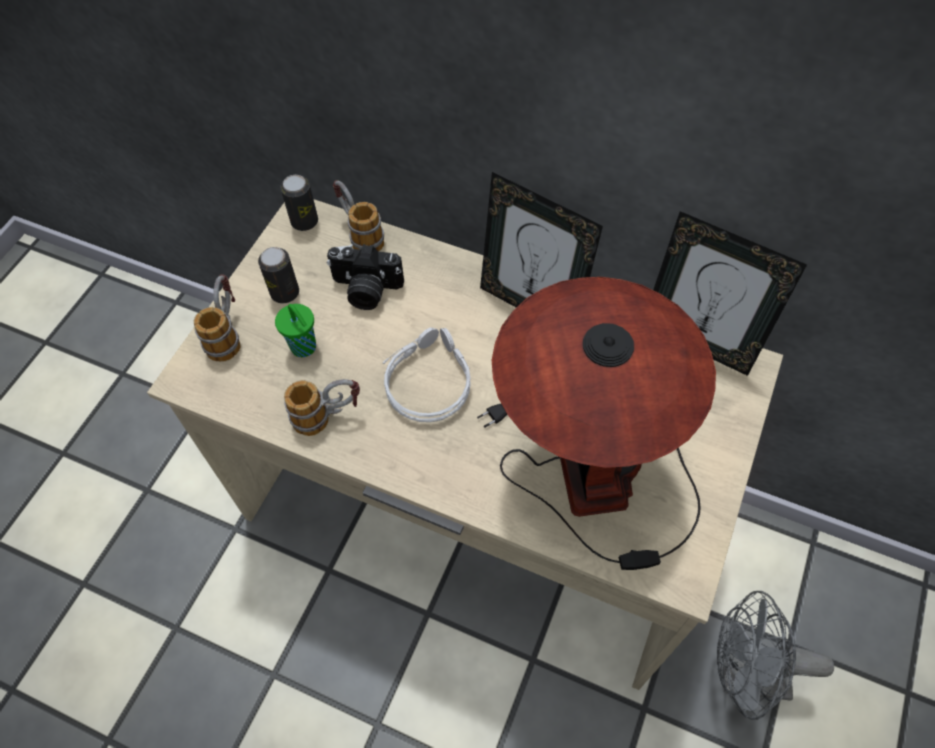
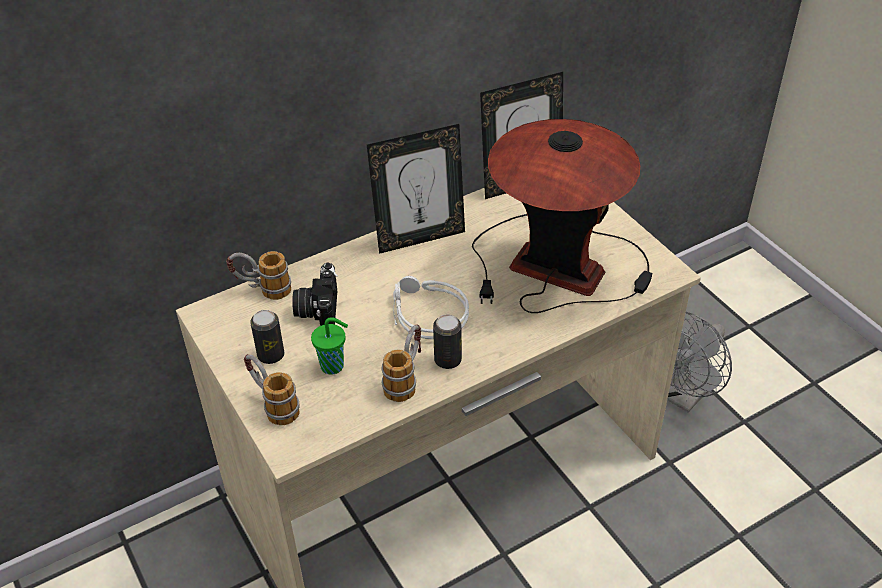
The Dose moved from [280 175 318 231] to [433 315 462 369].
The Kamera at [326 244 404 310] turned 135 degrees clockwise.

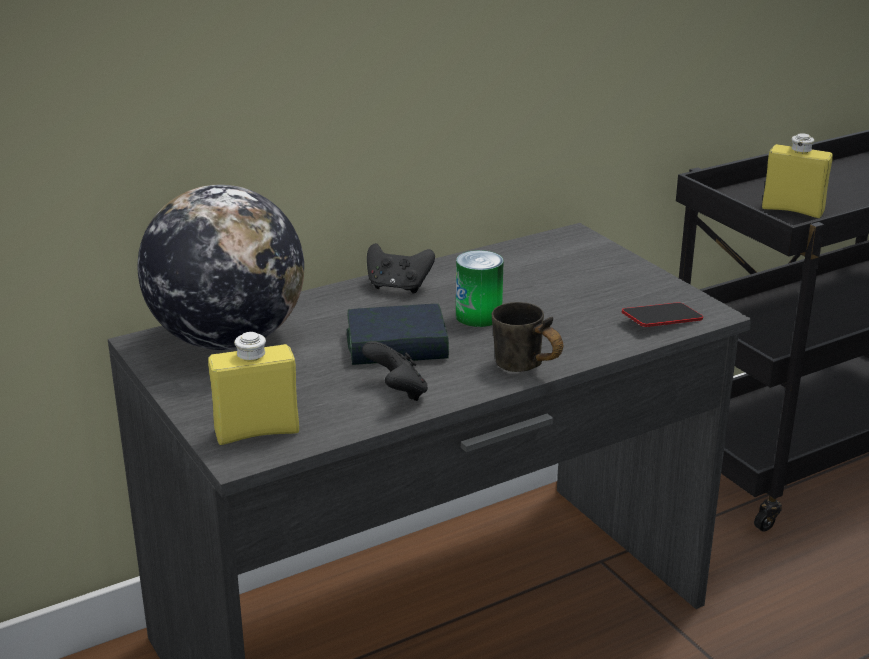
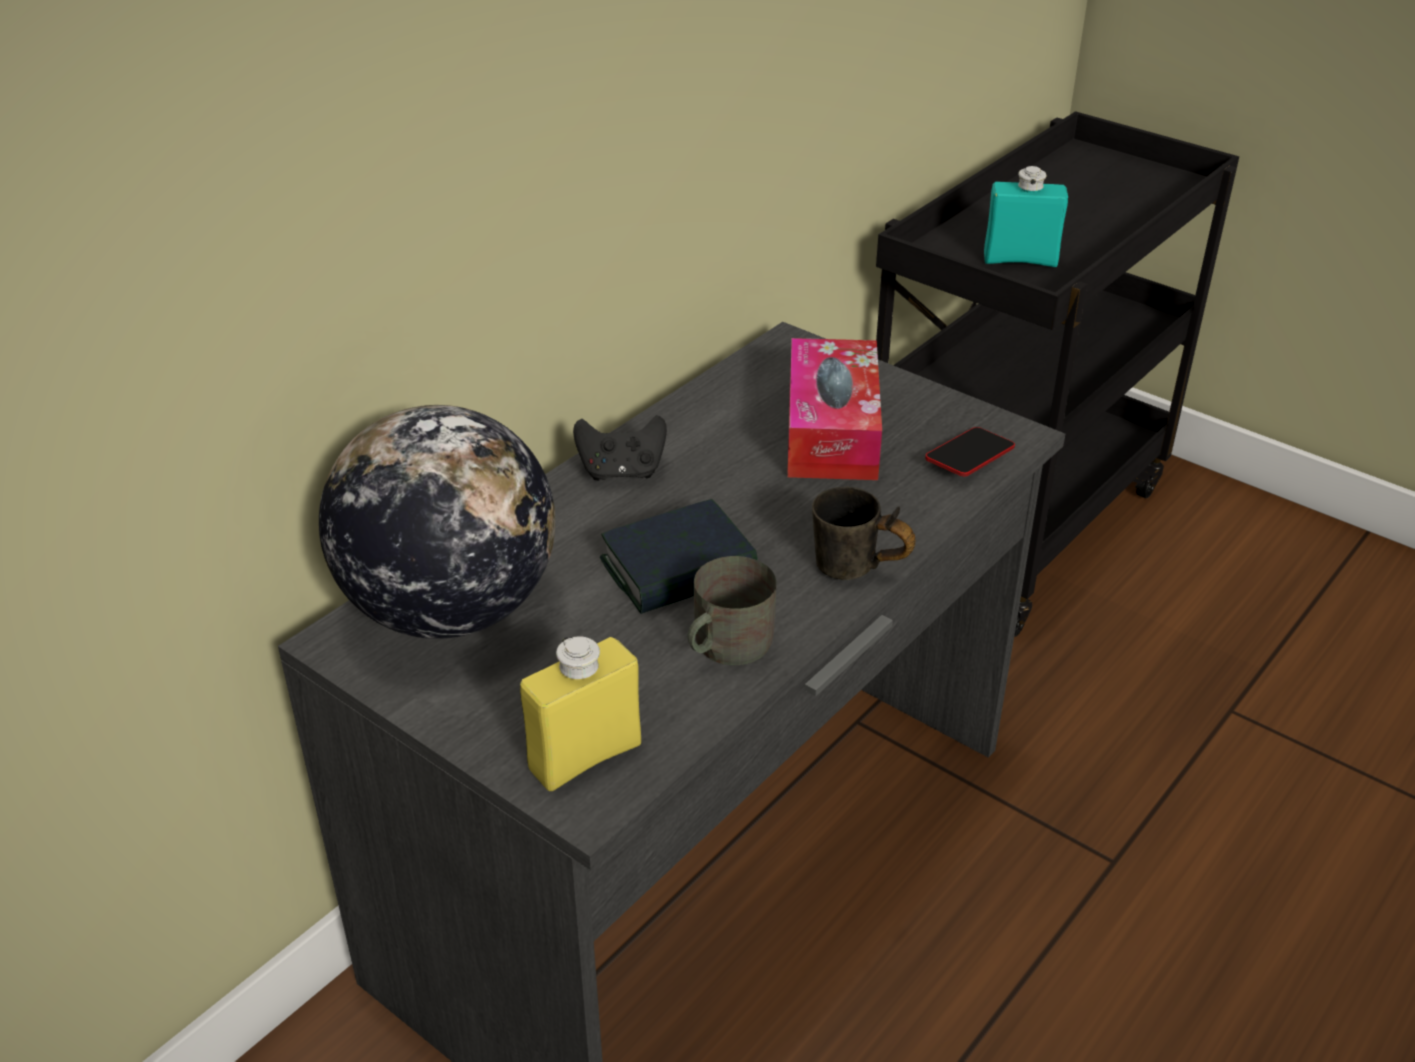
The Flasche (gelb) at [762 133 833 218] became the Flasche (türkis) at [984 166 1068 267].
The Dose at [456 250 504 327] disappeared.
The Gamepad (schwarz) at [362 341 428 401] was replaced by the Henkelbecher (grau) at [688 556 776 665].
The Taschentuchbox at [787 338 882 480] appeared.

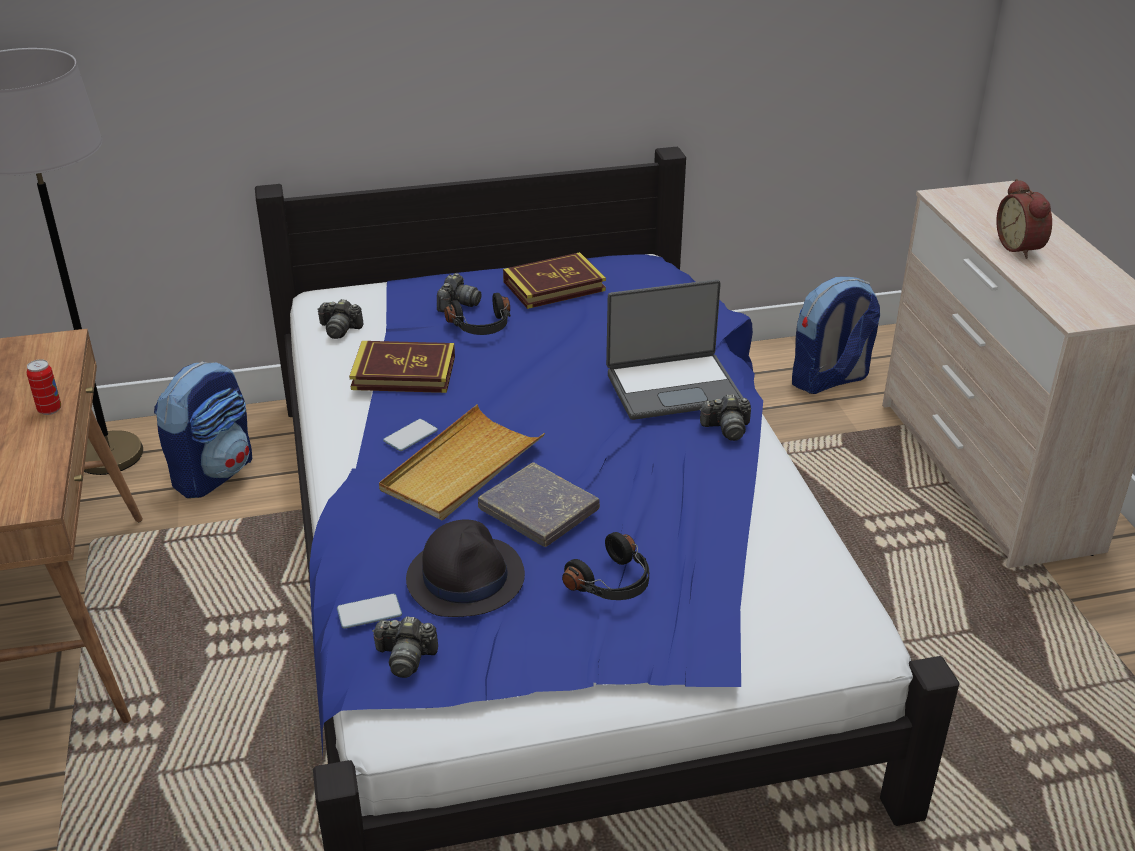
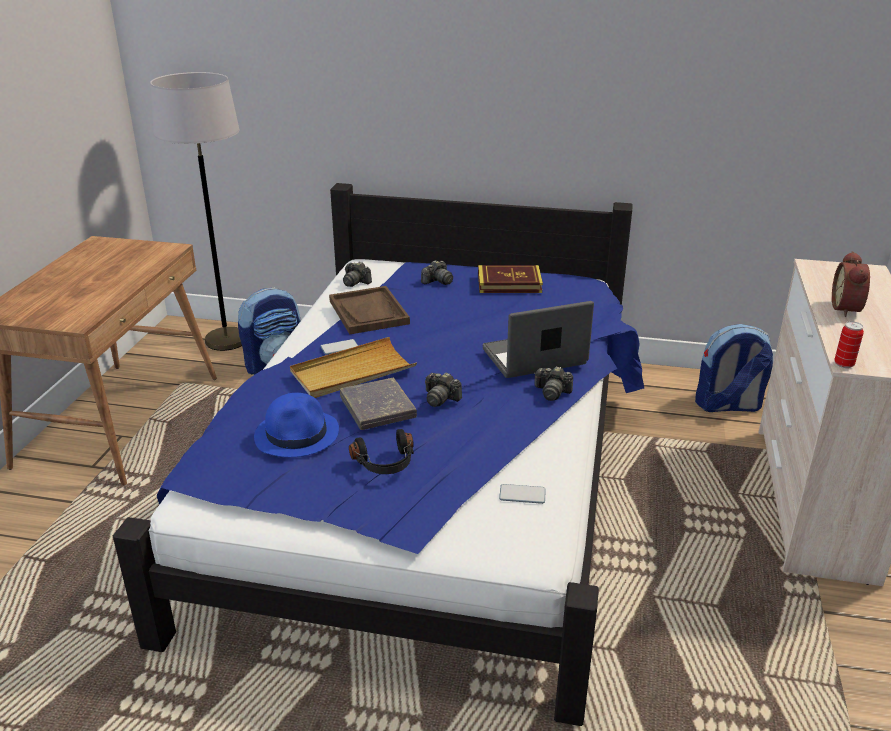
The Laptop at [606 279 743 420] turned 150 degrees clockwise.
The Kopfhörer (schwarz) at [444 293 511 335] disappeared.
The Buch at [349 341 455 393] was replaced by the Tablett (braun) at [329 286 410 334].
The Dose moved from [27 359 61 415] to [834 321 864 368].
The Hut (schwarz) at [406 520 525 617] became the Hut (blau) at [254 393 339 457].
The Handy moved from [337 594 402 629] to [499 484 546 504].
The Kamera moved from [372 616 438 678] to [425 373 462 407].

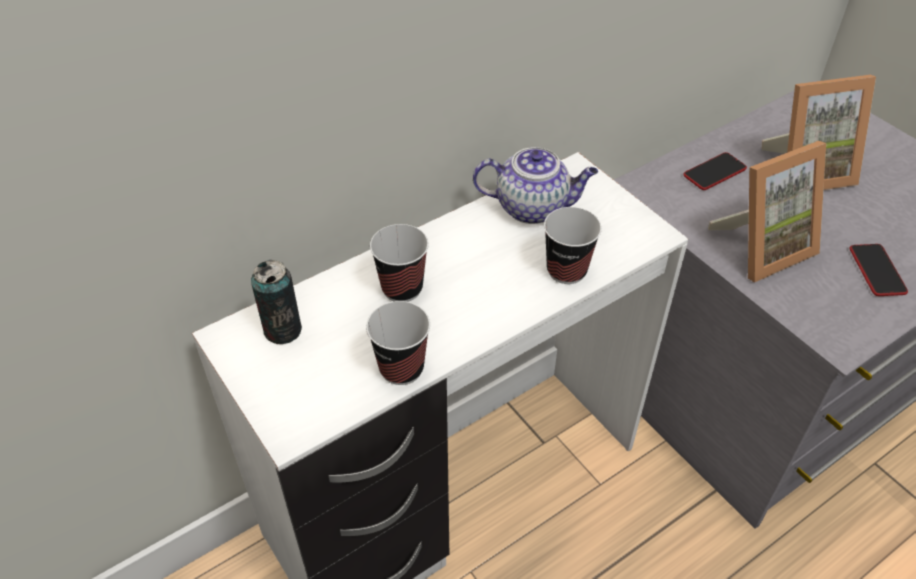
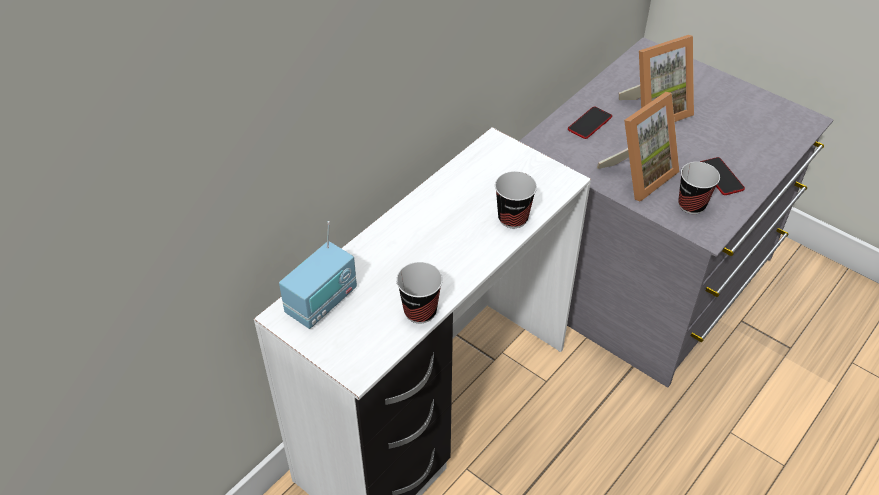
The Teekanne at [473 147 598 224] disappeared.
The Tasse moved from [370 224 429 302] to [678 162 720 214].
The Dose at [251 260 302 344] was replaced by the Radio at [279 221 357 329].

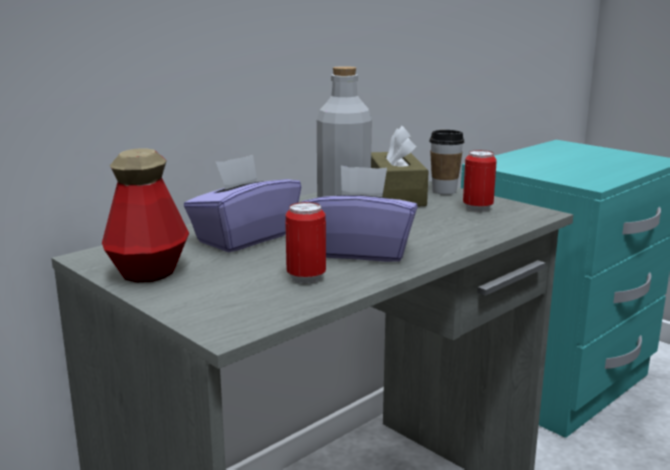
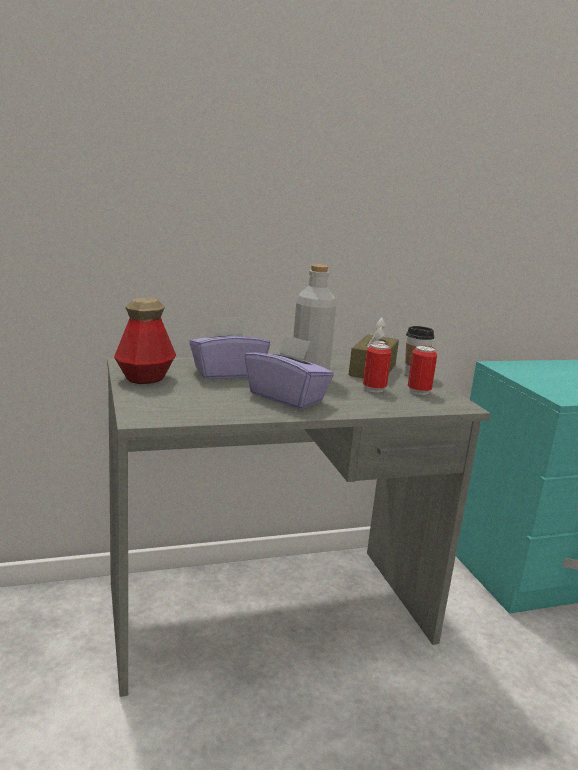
The Dose moved from [285 202 326 284] to [363 343 391 393].

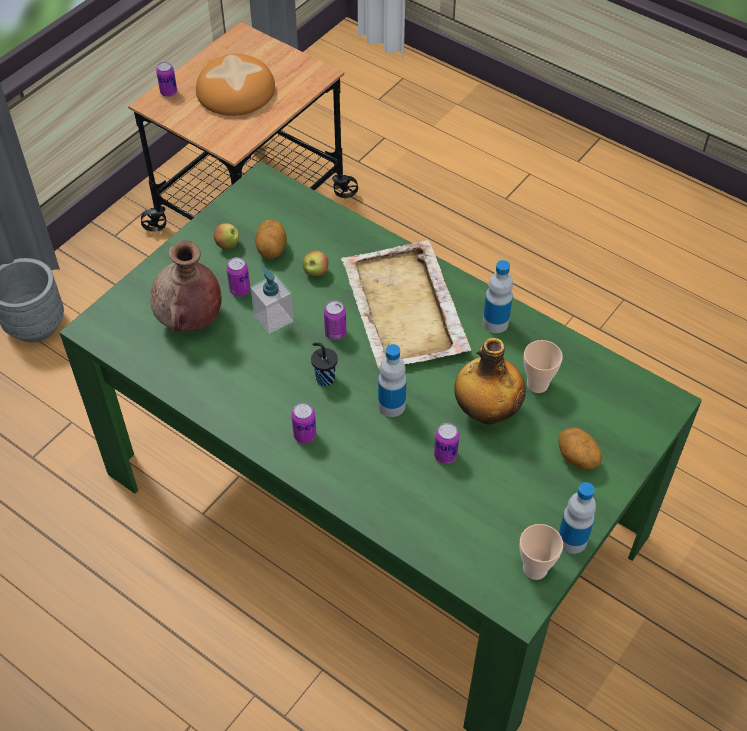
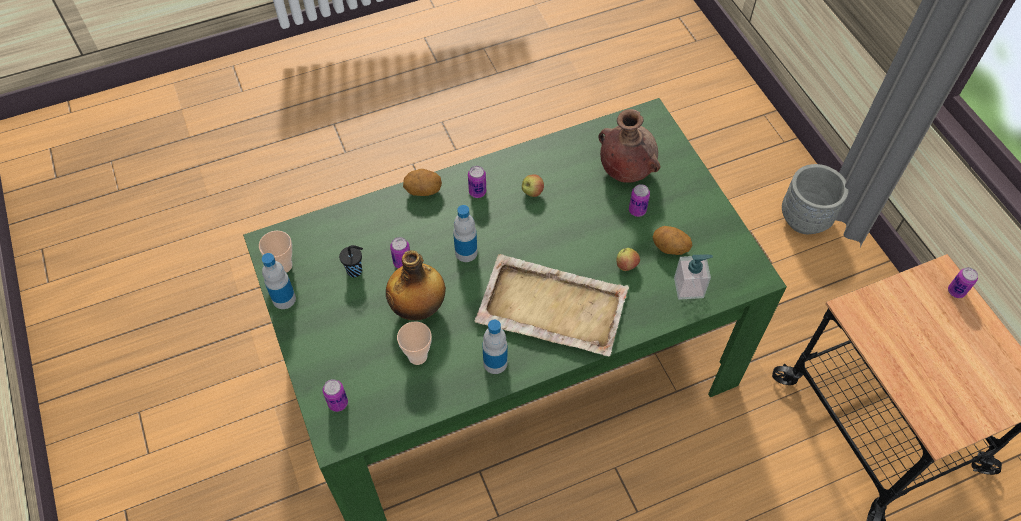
The Brot at [196 54 275 116] disappeared.
The Apfel moved from [214 223 239 250] to [522 174 544 197].
The Seifenspender moved from [250 265 294 334] to [674 254 713 300].
The Dose moved from [324 300 346 340] to [323 379 348 412].
The Tasse (schwarz) moved from [311 343 338 386] to [339 245 363 277].
The Kartoffel moved from [558 427 602 470] to [403 169 442 196].

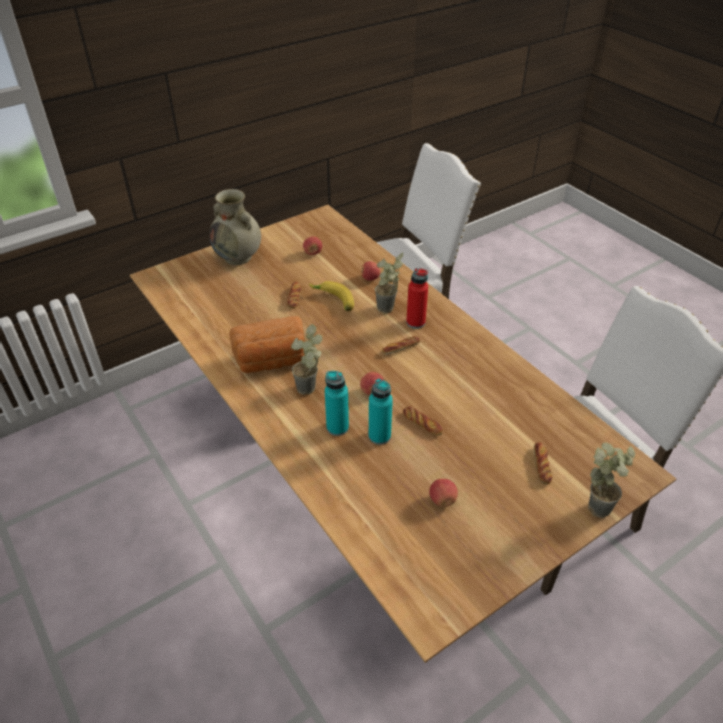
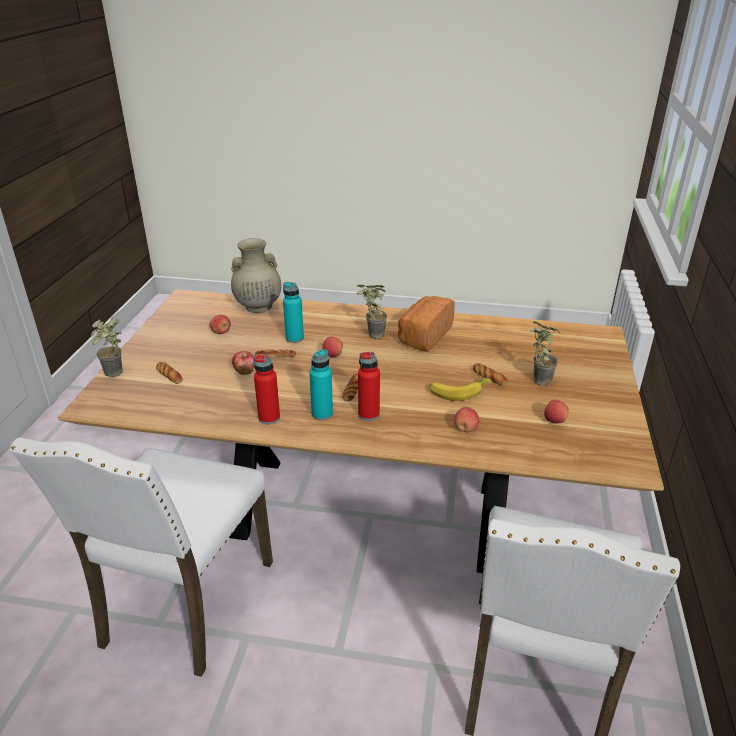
The Vase (beige) moved from [209 189 261 265] to [231 238 281 313].
The Topfpflanze moved from [375 253 403 313] to [530 321 560 386].
The Flasche (türkis) moved from [325 371 349 436] to [309 349 333 420].
The Apfel at [232 351 254 375] appeared.
The Flasche (rot) at [254 355 280 424] appeared.

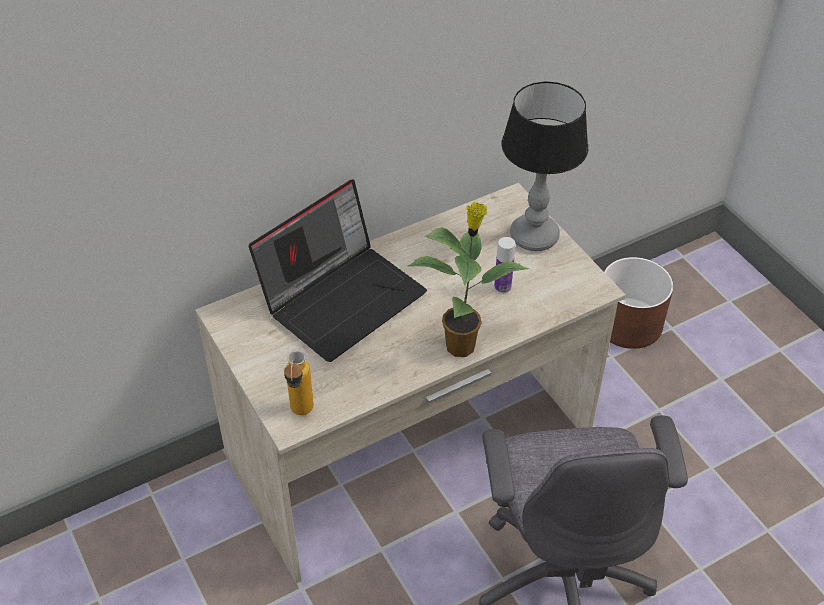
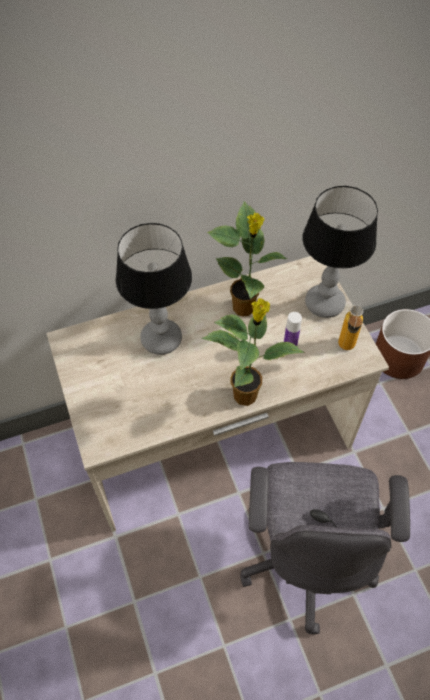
The Laptop at [248 179 427 362] was replaced by the Tischlampe at [116 223 192 355].
The Flasche moved from [284 351 314 415] to [338 305 364 350].
The Topfpflanze at [207 201 287 316] appeared.

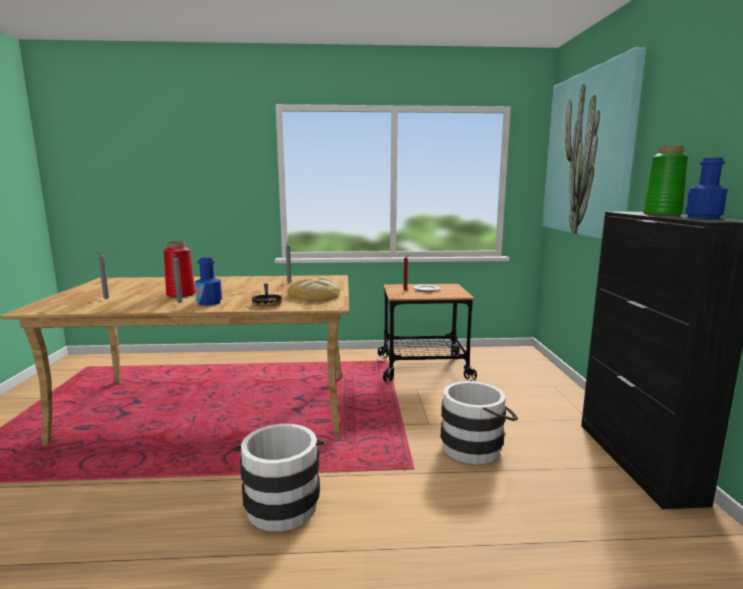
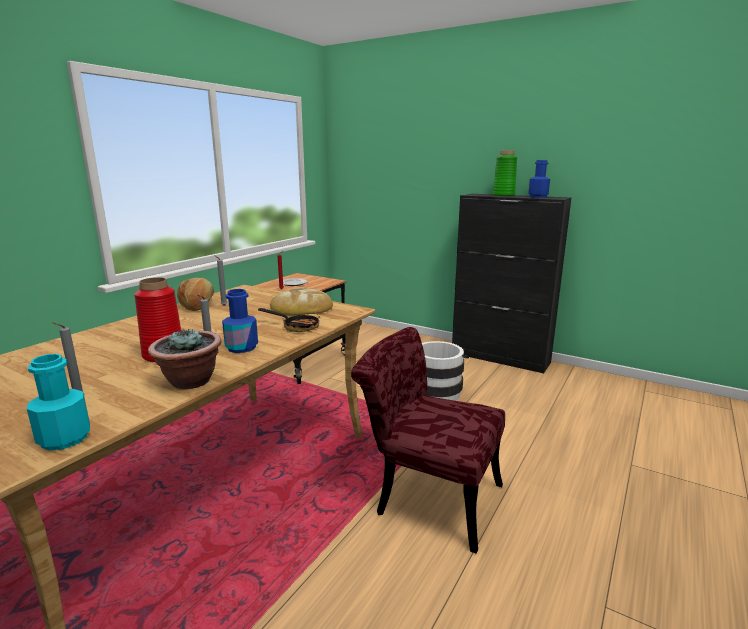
The Bild at [542 47 646 239] disappeared.
The Eimer (weiß) at [233 424 325 531] was replaced by the Stuhl (rot) at [351 327 505 553].
The Brot at [177 278 214 311] appeared.
The Topfpflanze at [148 328 221 389] appeared.
The Flasche (türkis) at [27 354 90 451] appeared.

